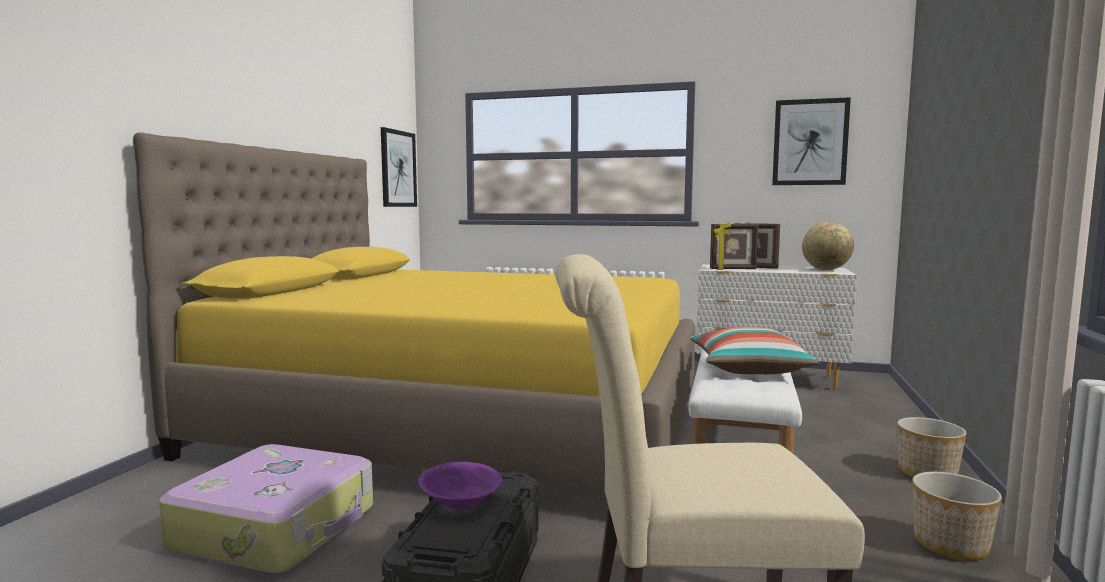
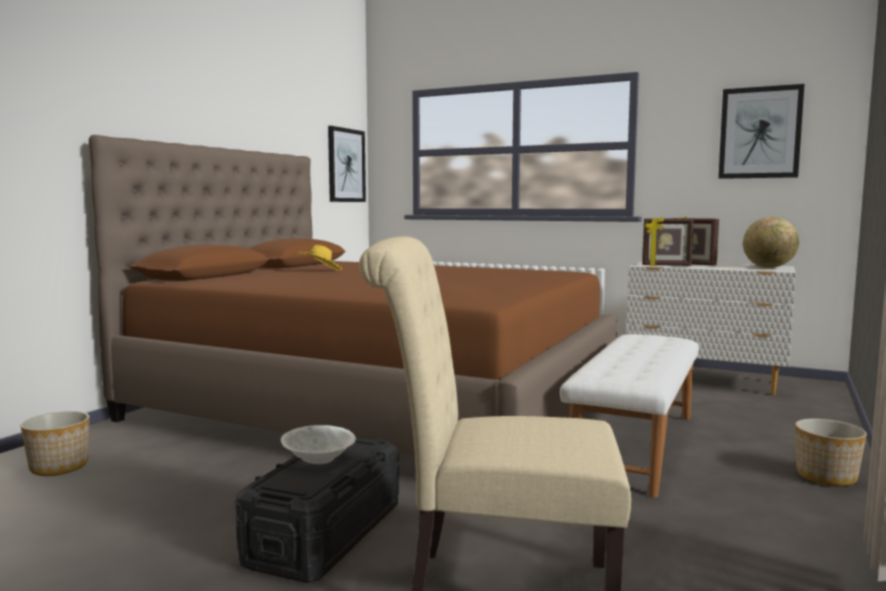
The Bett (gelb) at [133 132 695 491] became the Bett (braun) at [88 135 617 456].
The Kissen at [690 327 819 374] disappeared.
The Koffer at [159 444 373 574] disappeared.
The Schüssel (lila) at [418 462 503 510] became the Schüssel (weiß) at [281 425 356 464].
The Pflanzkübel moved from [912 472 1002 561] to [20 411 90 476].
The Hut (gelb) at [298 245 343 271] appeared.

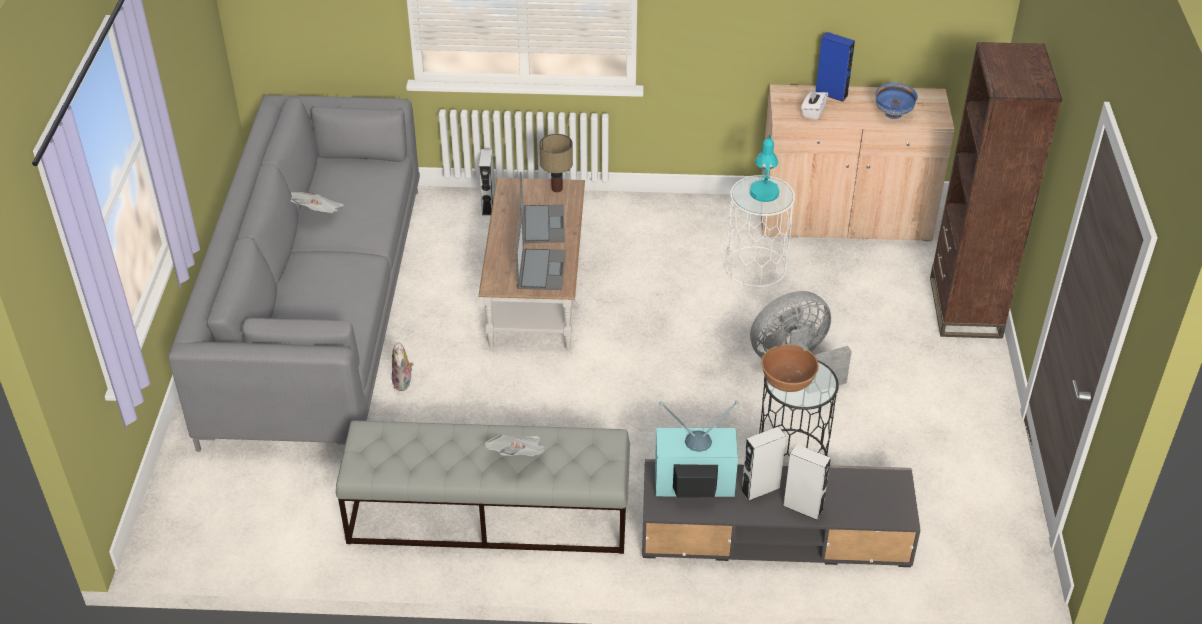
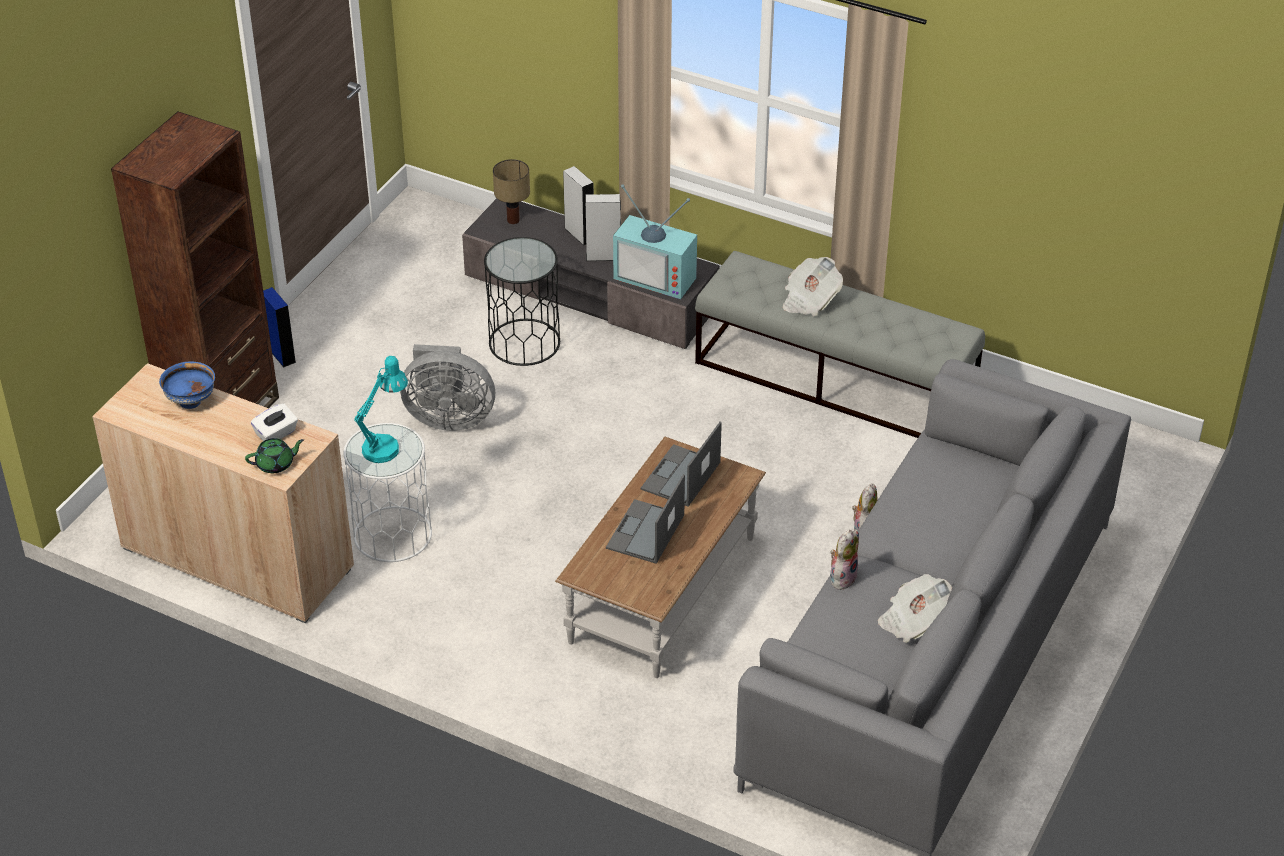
The Lautsprecher (blau) moved from [816 32 855 102] to [263 287 296 368].
The Tischlampe moved from [539 134 573 192] to [493 159 530 224].
The Lautsprecher (grau) at [479 149 495 215] disappeared.
The Schüssel (braun) at [761 344 819 392] disappeared.
The Teekanne (grün) at [245 438 304 473] appeared.
The Plüschtier at [830 529 859 590] appeared.

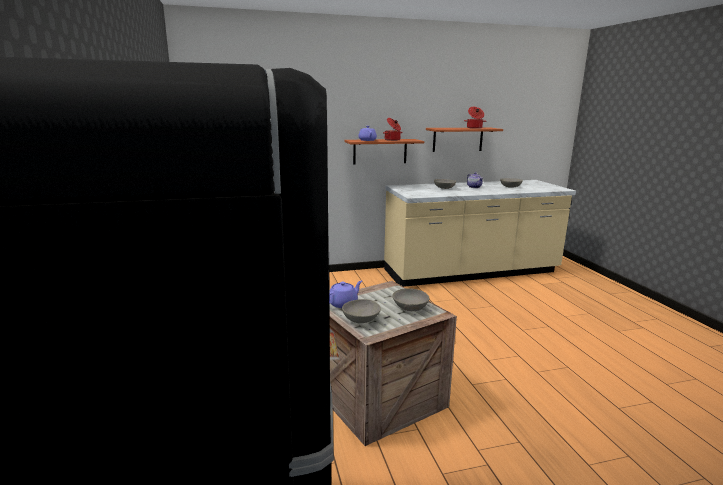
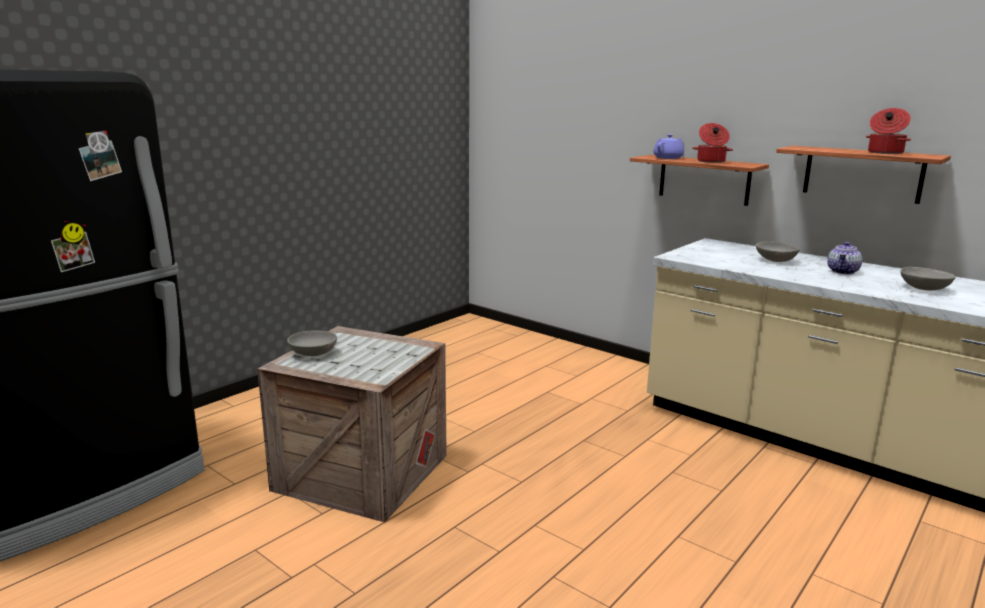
The Teekanne (lila) at [329 281 362 308] disappeared.
The Schüssel (grau) at [392 288 430 311] disappeared.

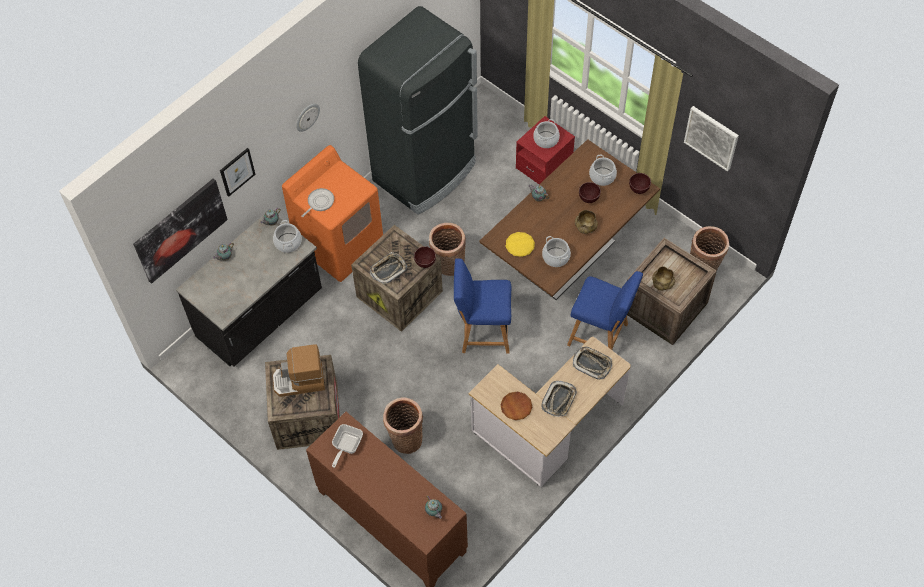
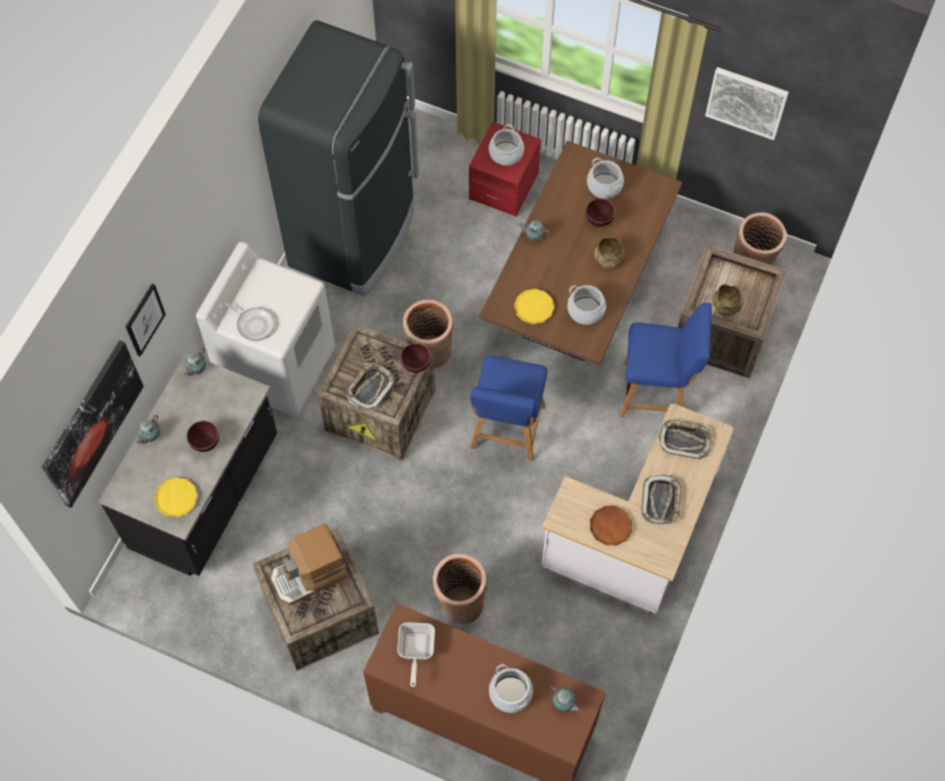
The Wanduhr at [296 104 320 132] disappeared.
The Waschmaschine (orange) at [282 145 383 282] became the Waschmaschine (weiß) at [196 241 335 417].
The Schüssel (braun) moved from [629 173 651 194] to [187 421 219 452].
The Pfanne at [301 188 334 217] turned 105 degrees clockwise.
The Kochtopf moved from [273 220 302 253] to [489 664 533 713].
The Stuhl (blau) at [454 258 511 354] turned 60 degrees counterclockwise.
The Teller (gelb) at [154 477 198 518] appeared.

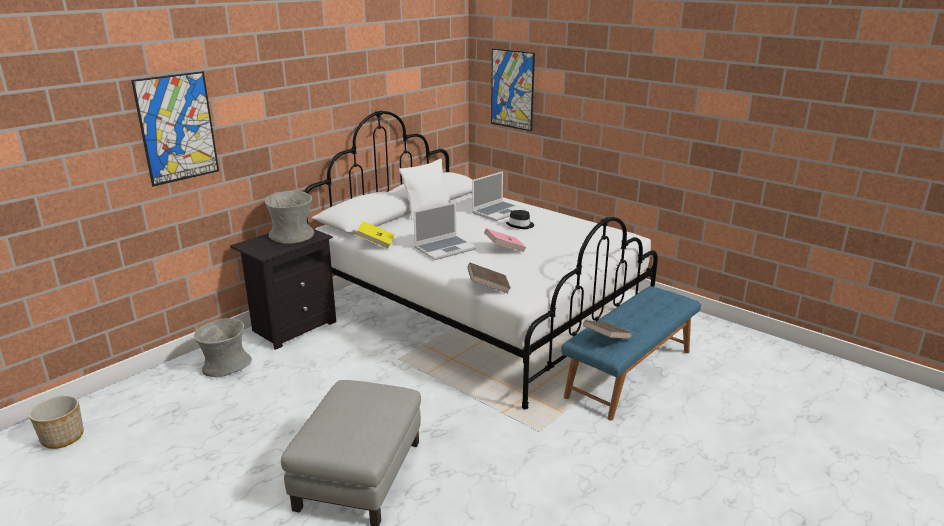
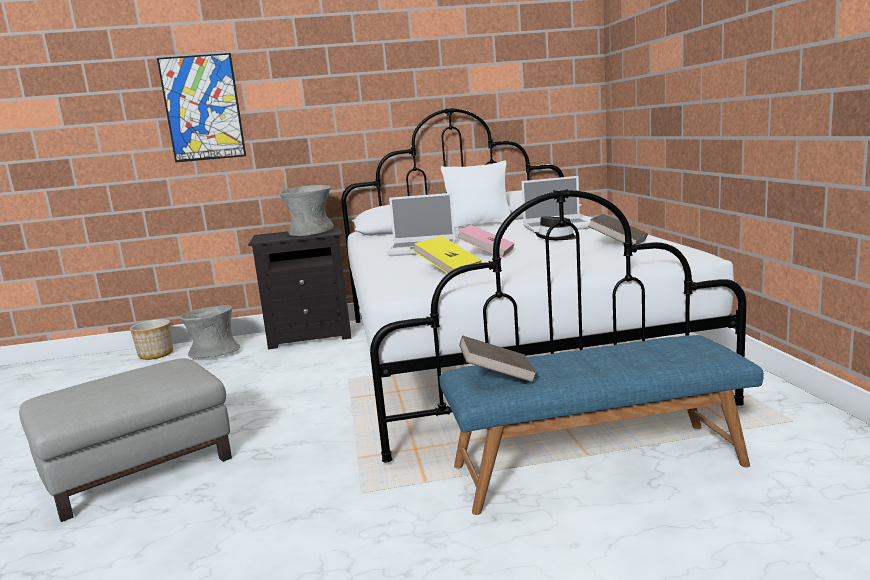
The Bild at [491 48 535 131] disappeared.
The Buch (gelb) moved from [356 221 395 249] to [413 236 482 274].
The Buch (braun) moved from [467 263 511 293] to [587 214 648 244].
The Pflanzkübel moved from [29 395 84 449] to [130 319 173 360].

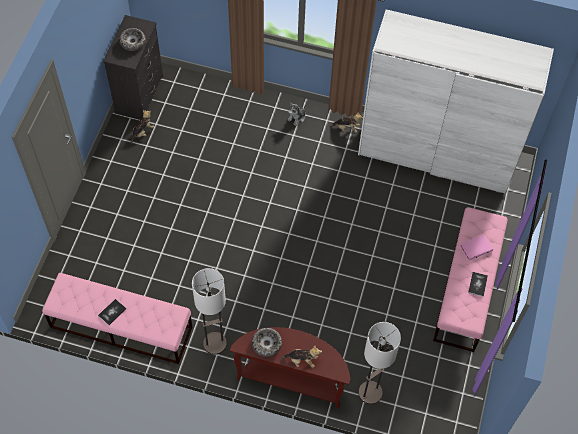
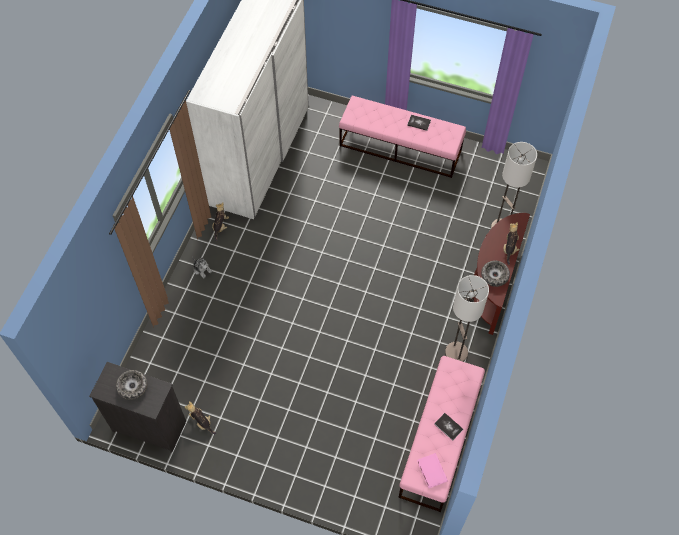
The Buch (rosa) moved from [460 235 493 261] to [417 453 448 488].

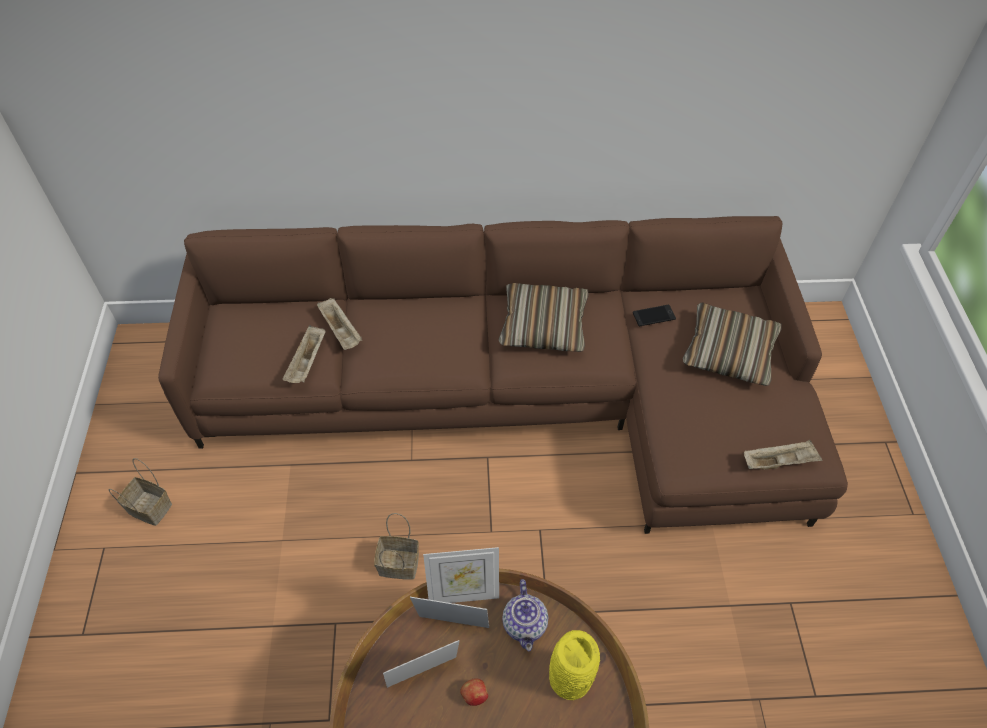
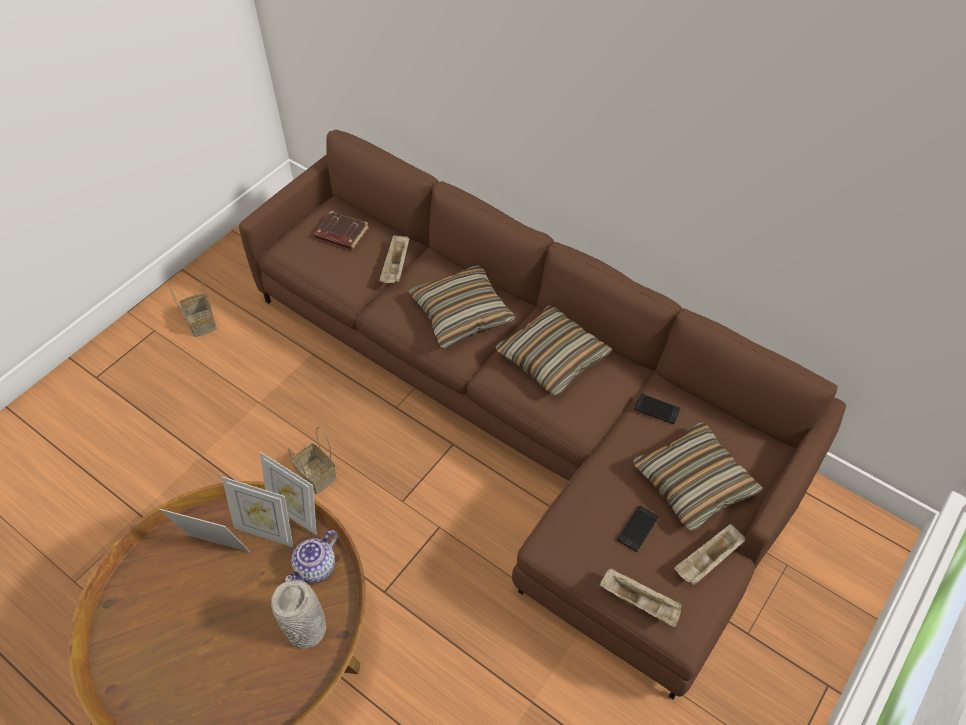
The Tablett (beige) moved from [283 325 325 383] to [674 524 745 585].
The Bilderrahmen at [410 597 489 628] turned 150 degrees clockwise.
The Vase (gelb) at [549 630 600 700] became the Vase (grau) at [271 580 326 648].
The Apfel at [460 678 488 706] disappeared.
The Buch (braun) at [314 211 369 250] appeared.
The Kissen at [408 265 515 348] appeared.
The Handy at [617 506 659 552] appeared.

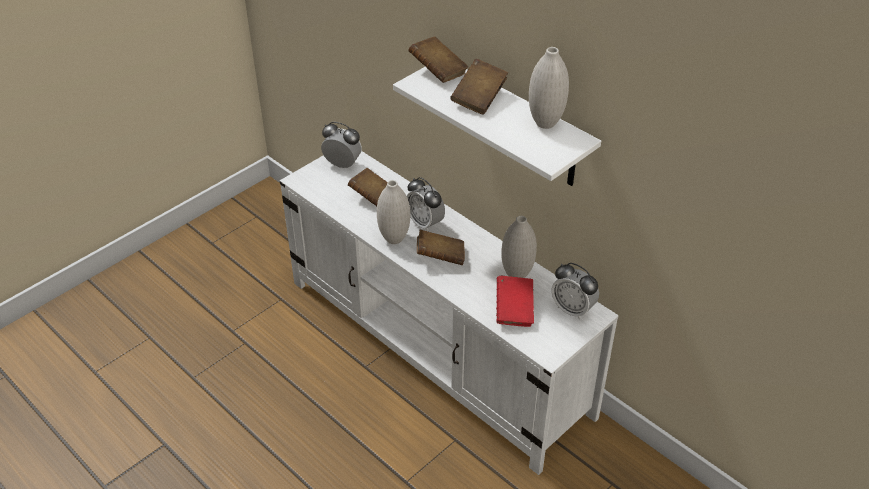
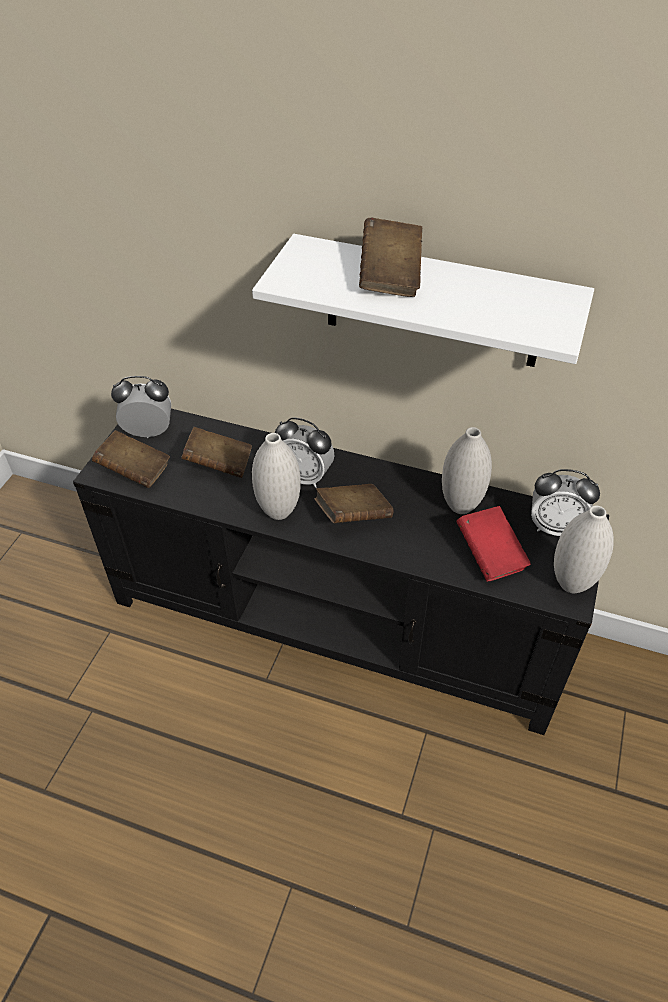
The Buch (braun) moved from [408 36 468 83] to [92 430 170 488].
The Vase (weiß) moved from [529 47 569 129] to [554 505 614 593].
The Fernsehschrank (weiß) at [280 151 619 475] became the Fernsehschrank (schwarz) at [73 409 609 735].

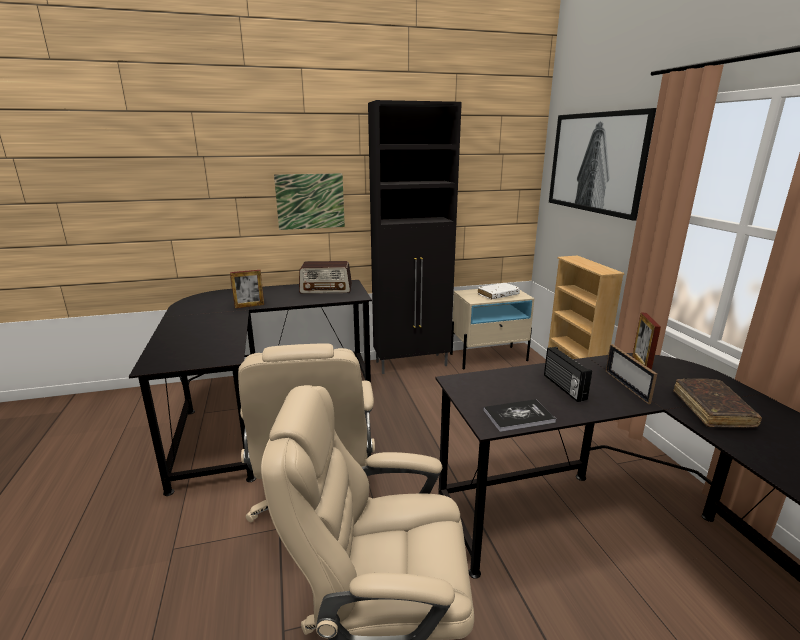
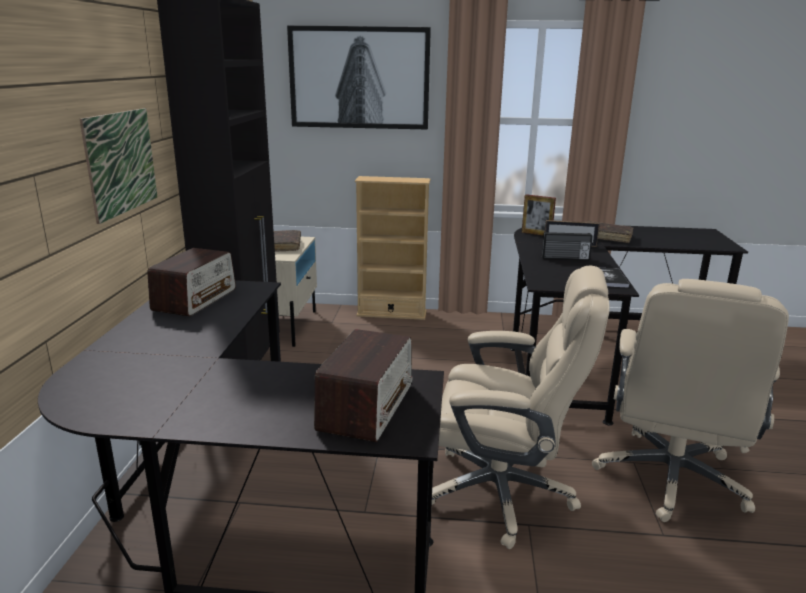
The Bilderrahmen at [230 270 264 308] disappeared.
The Buch (weiß) at [478 283 520 299] became the Buch (braun) at [274 230 301 252].
The Radio at [314 329 413 442] appeared.

